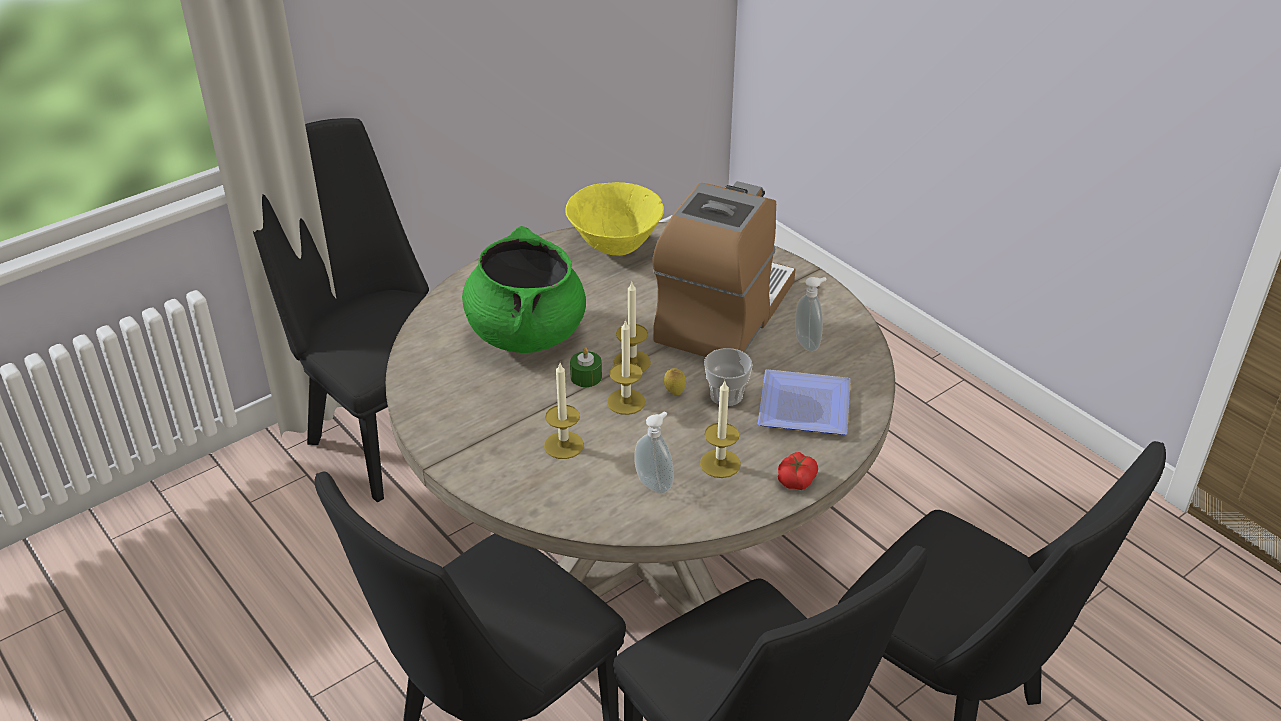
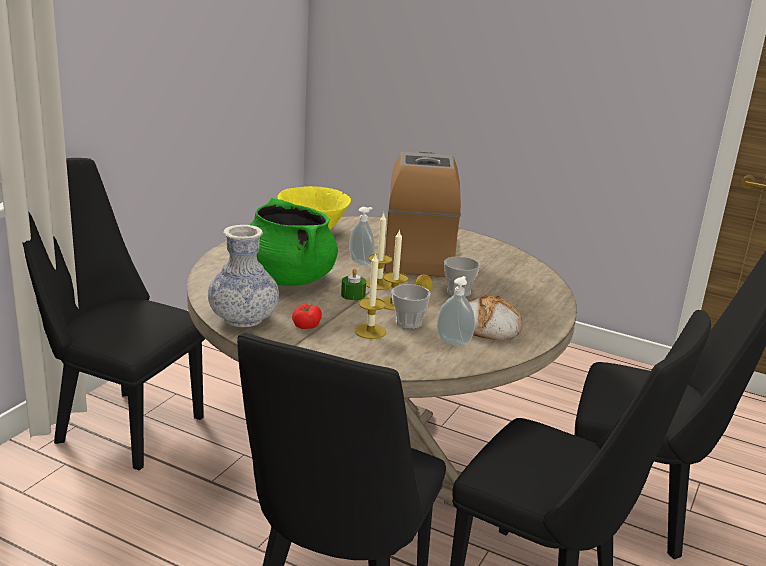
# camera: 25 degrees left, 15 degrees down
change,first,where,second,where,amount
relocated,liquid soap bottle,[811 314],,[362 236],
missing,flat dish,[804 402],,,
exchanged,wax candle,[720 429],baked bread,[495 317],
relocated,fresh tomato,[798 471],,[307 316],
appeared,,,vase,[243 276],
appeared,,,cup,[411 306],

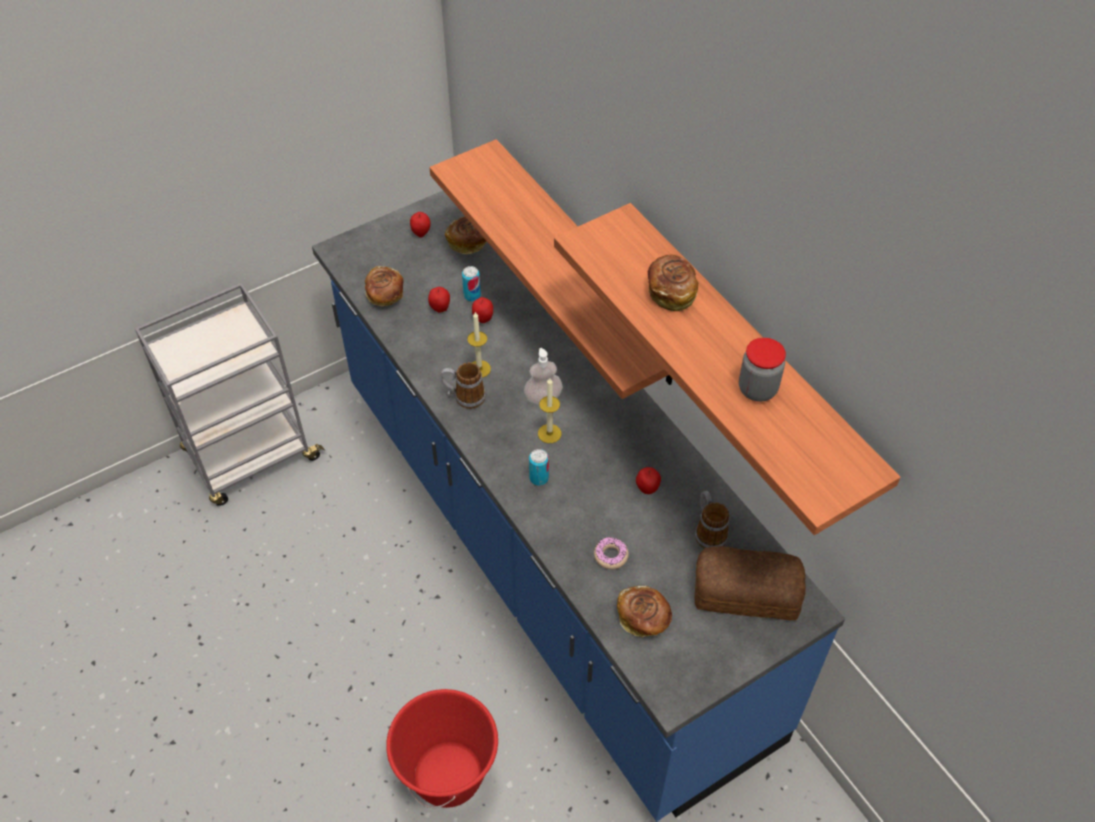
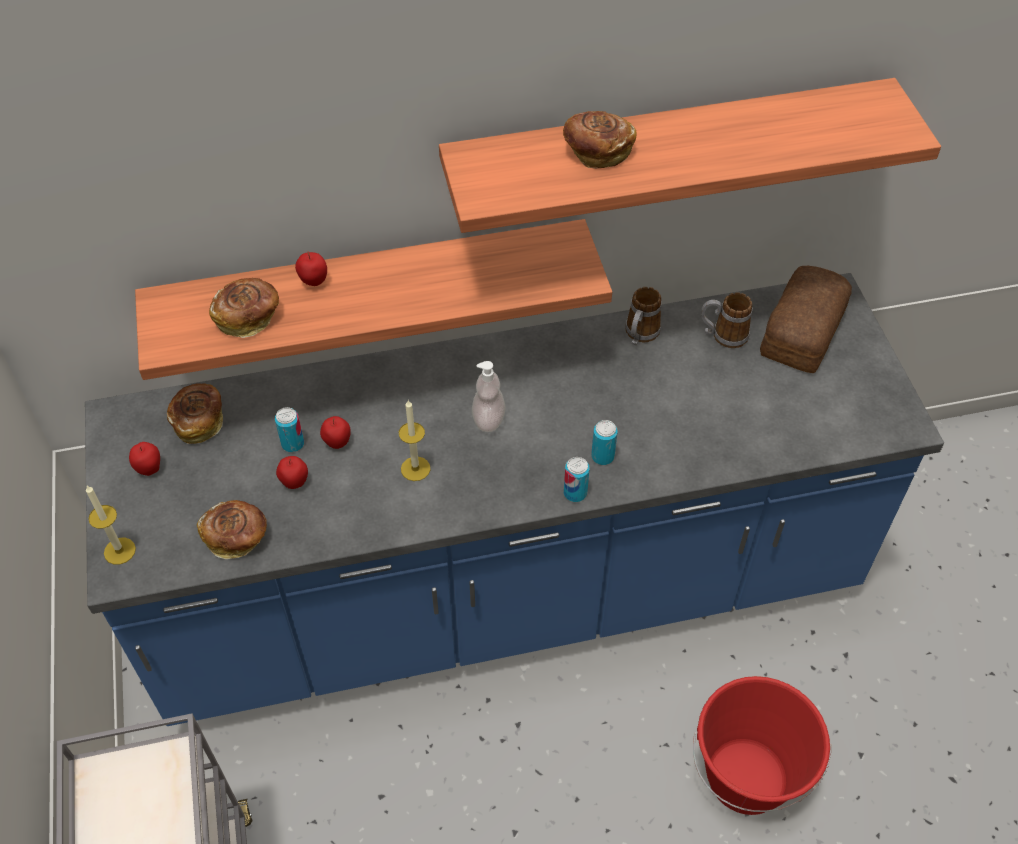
# camera: 70 degrees left, 0 degrees up
change,first,where,second,where,amount
missing,jar,[762 369],,,
relocated,coffee mug,[463 385],,[644 316],
relocated,wax candle,[549 410],,[111 525],
relocated,apple fruit,[648 480],,[311 269],
missing,donut,[611 553],,,
relocated,baked bread,[644 611],,[244 308],
appeared,,,metal can,[577 479],

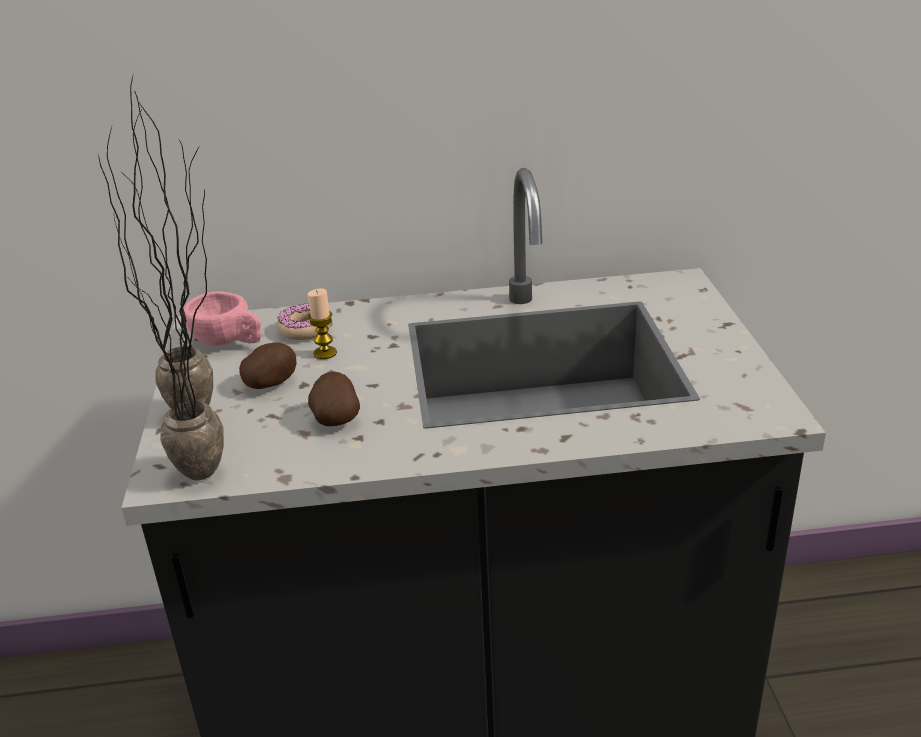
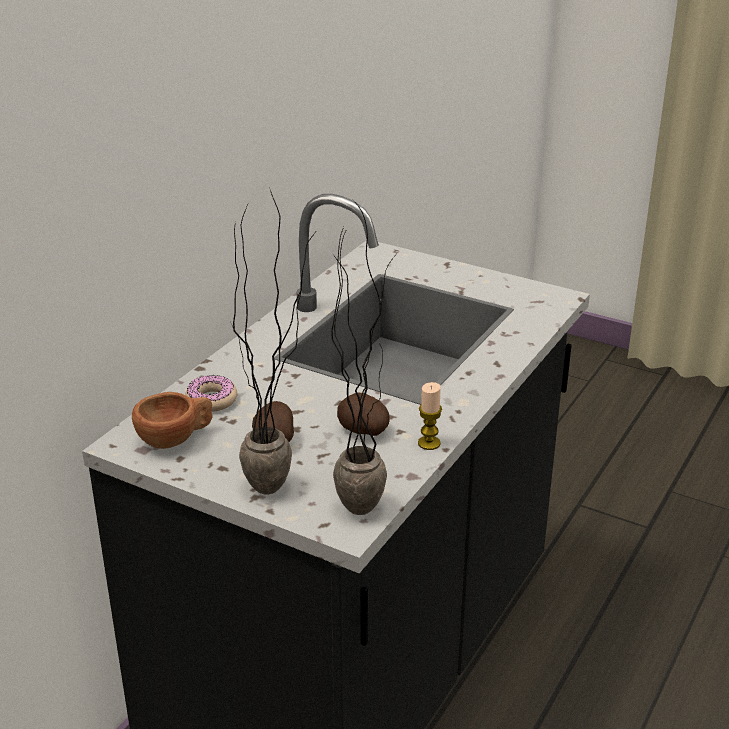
# camera: 55 degrees left, 0 degrees up
change,first,where,second,where,amount
relocated,wax candle,[322 323],,[430 416],
colour,pinkish cup,[222 318],brown cup,[172 420],

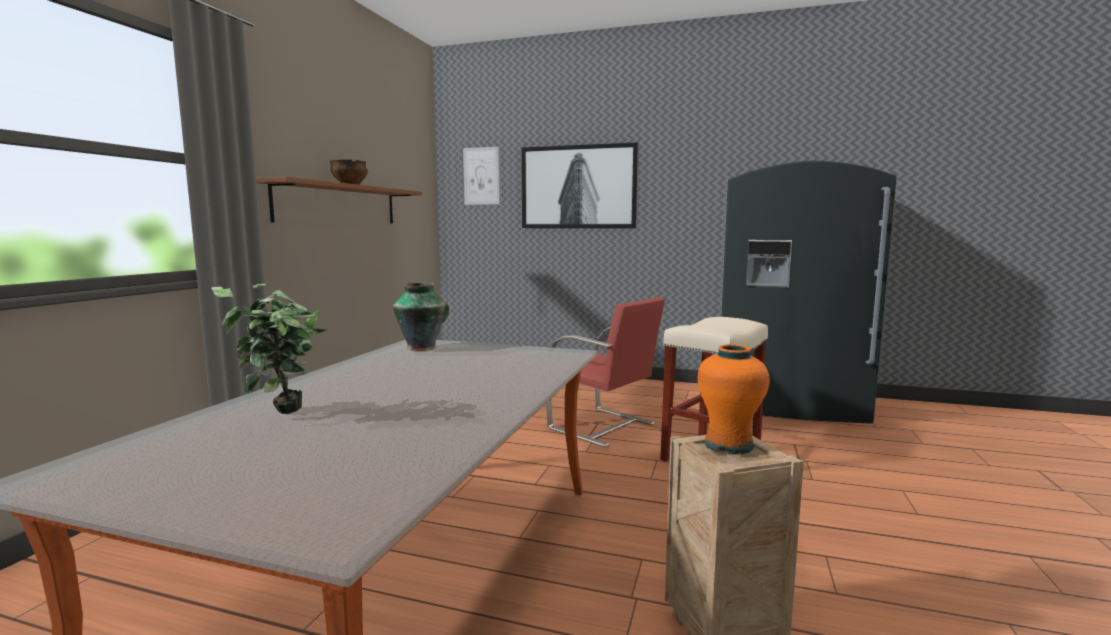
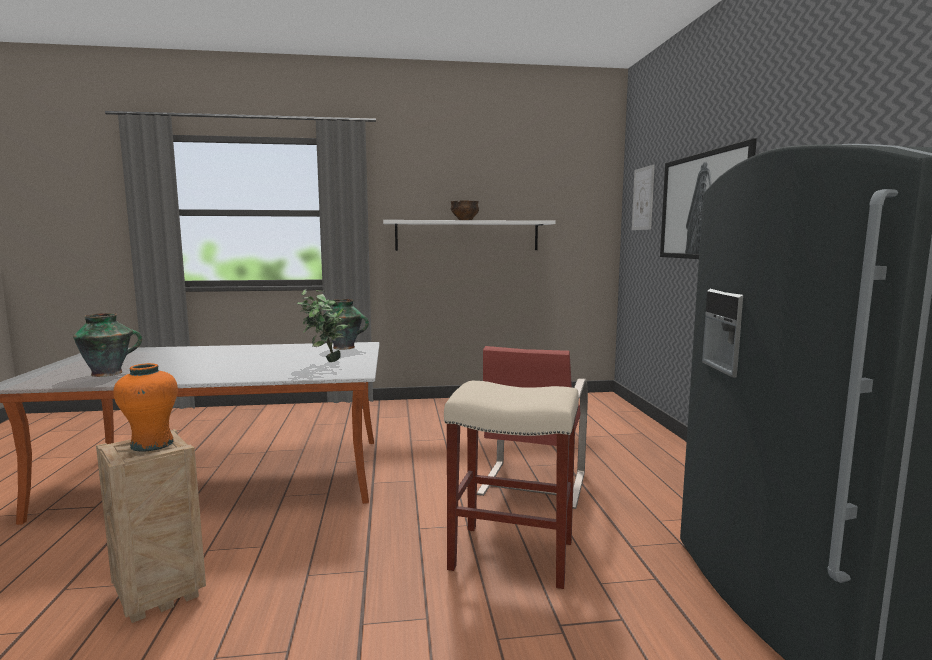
# camera: 65 degrees right, 0 degrees up
change,first,where,second,where,amount
colour,brown bracket shelf,[339 200],white-coloured bracket shelf,[469 235],
relocated,houseplant,[269 348],,[322 325],
appeared,,,vase,[107 345],

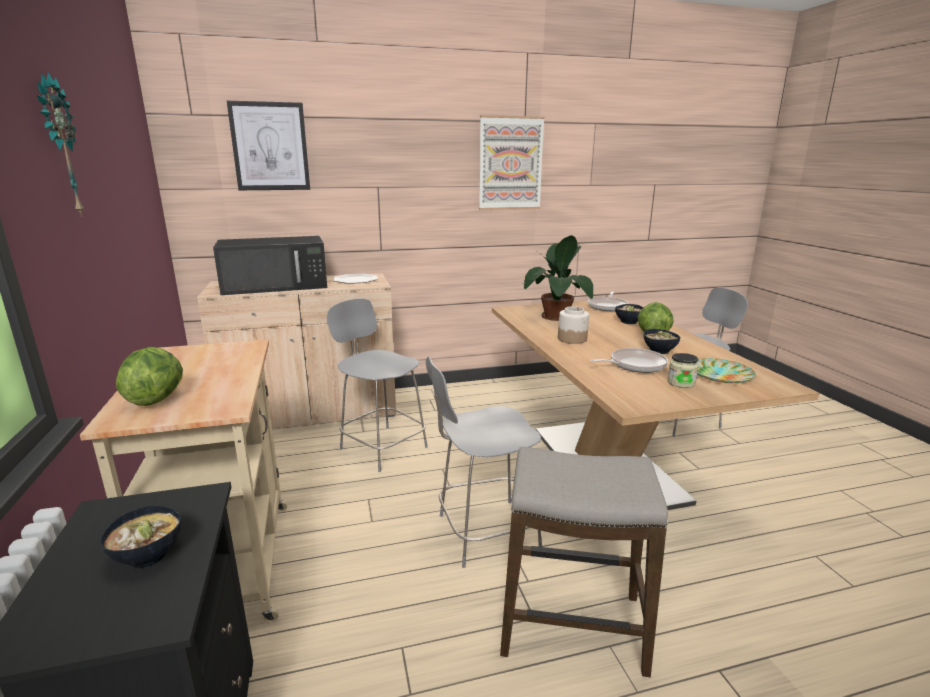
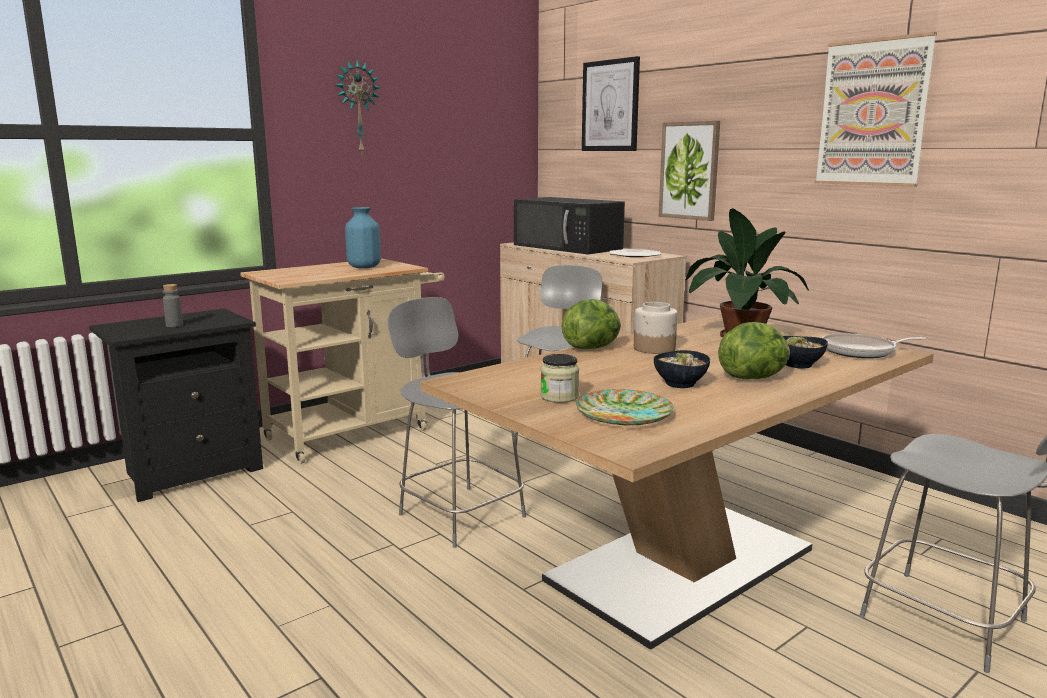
# camera: 65 degrees right, 5 degrees down
change,first,where,second,where,amount
relocated,lettuce,[149 376],,[591 324],
missing,skillet,[629 360],,,
missing,sitting stool,[584 562],,,
exchanged,bowl,[140 537],gray beverage bottle,[173 305],
appeared,,,wall art,[689 171],
appeared,,,blue vase,[363 237],

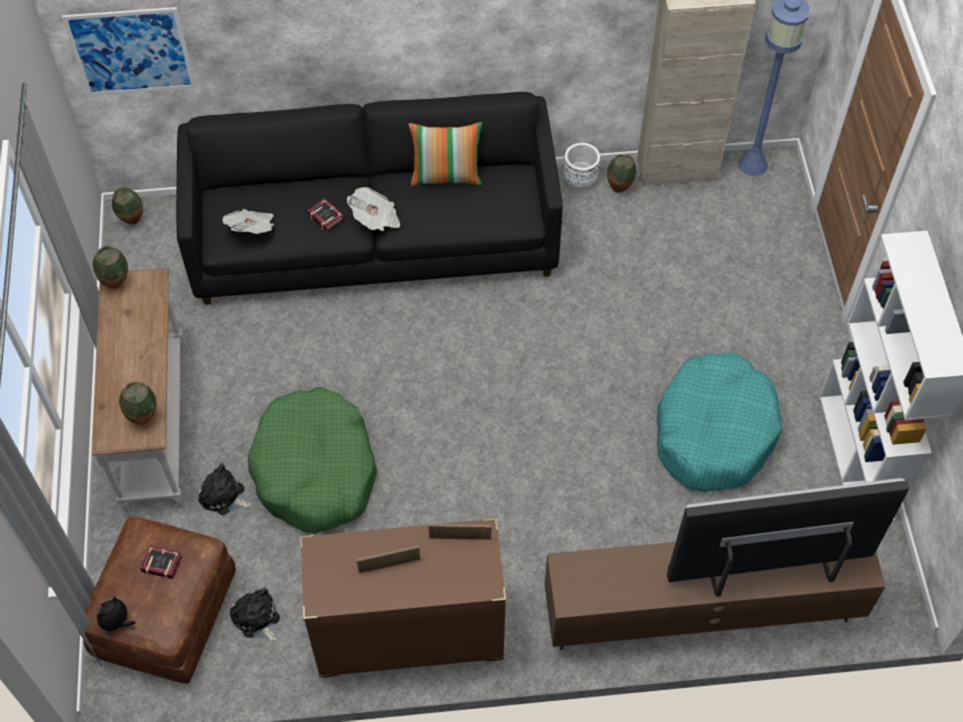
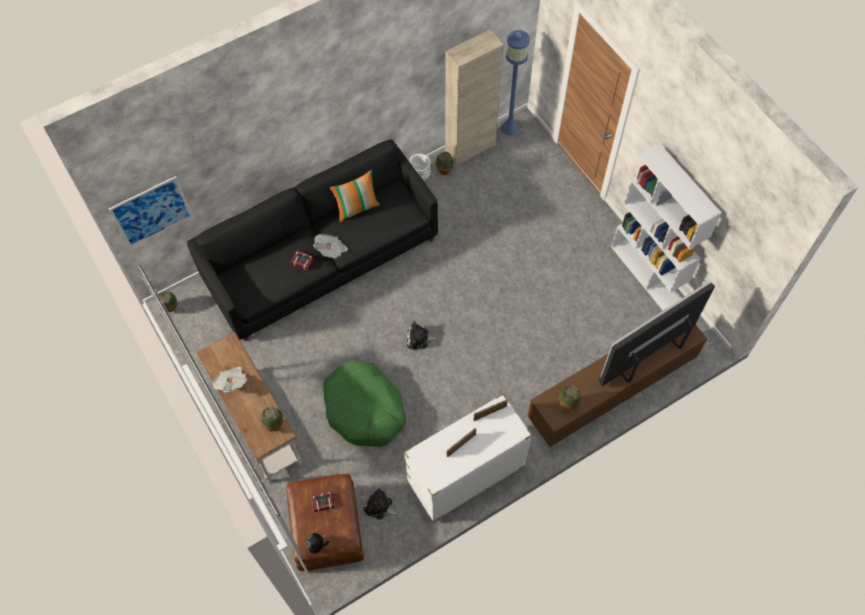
# camera: 25 degrees left, 5 degrees up
change,first,where,second,where,amount
relocated,daily paper,[248 221],,[230 379],
relocated,vase,[110 267],,[570 398],
missing,turquoise-coloured dog cushion,[719 422],,,
relocated,cuddly toy,[225 489],,[422 335],
colour,brown dresser,[403 598],white-coloured dresser,[468 458],

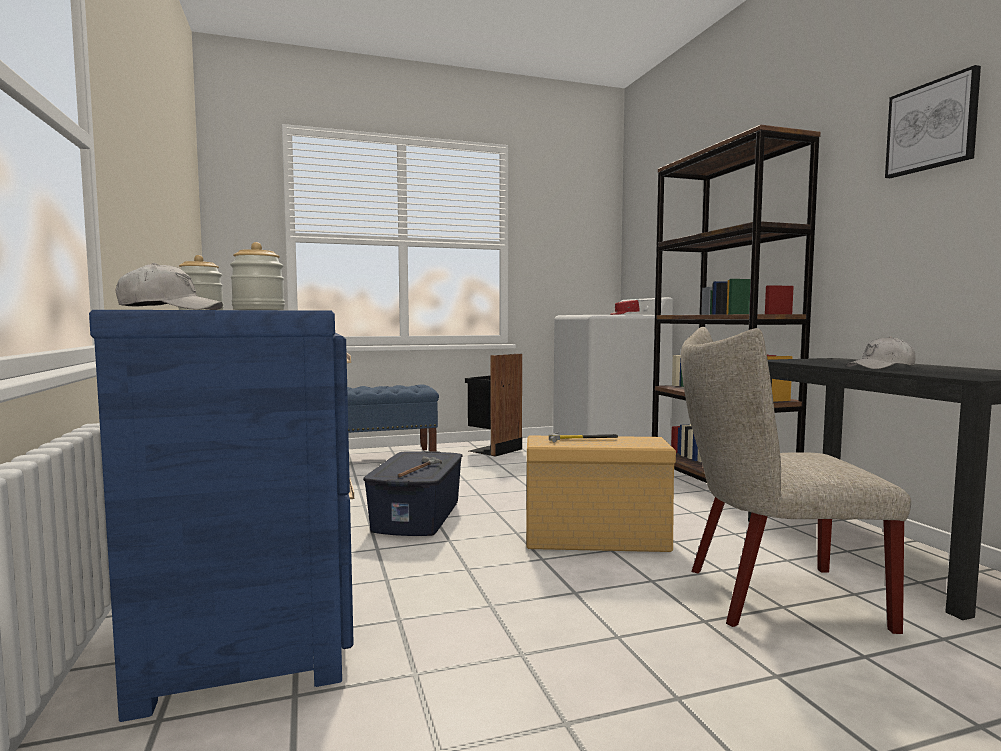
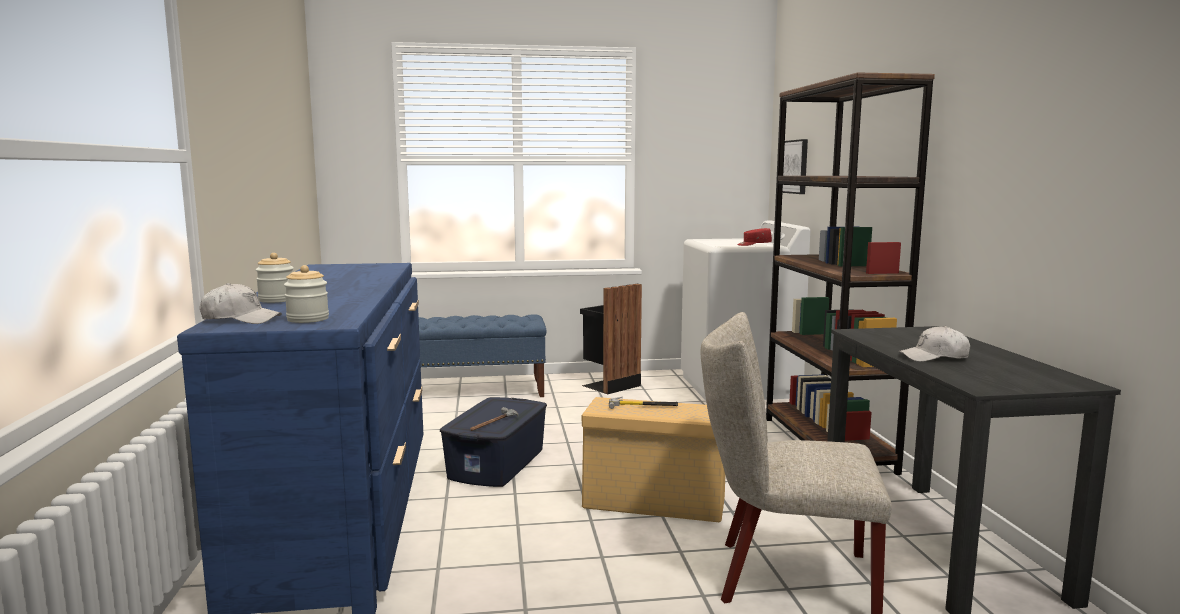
# camera: 10 degrees right, 5 degrees up
change,first,where,second,where,amount
relocated,wall art,[933 121],,[795 166],

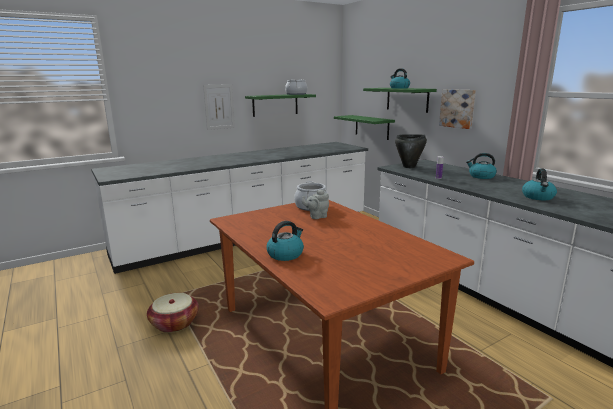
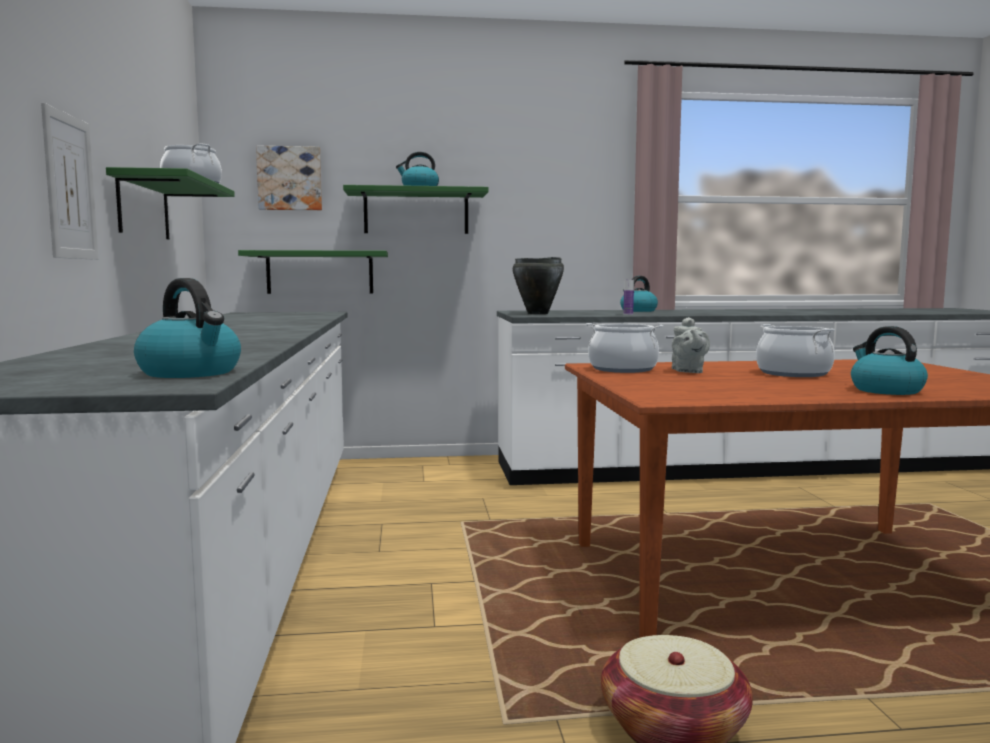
# camera: 65 degrees left, 10 degrees down
change,first,where,second,where,amount
relocated,wall art,[457 109],,[289 178],
relocated,kettle,[539 184],,[187 328],
appeared,,,cooking pot,[795 350],

